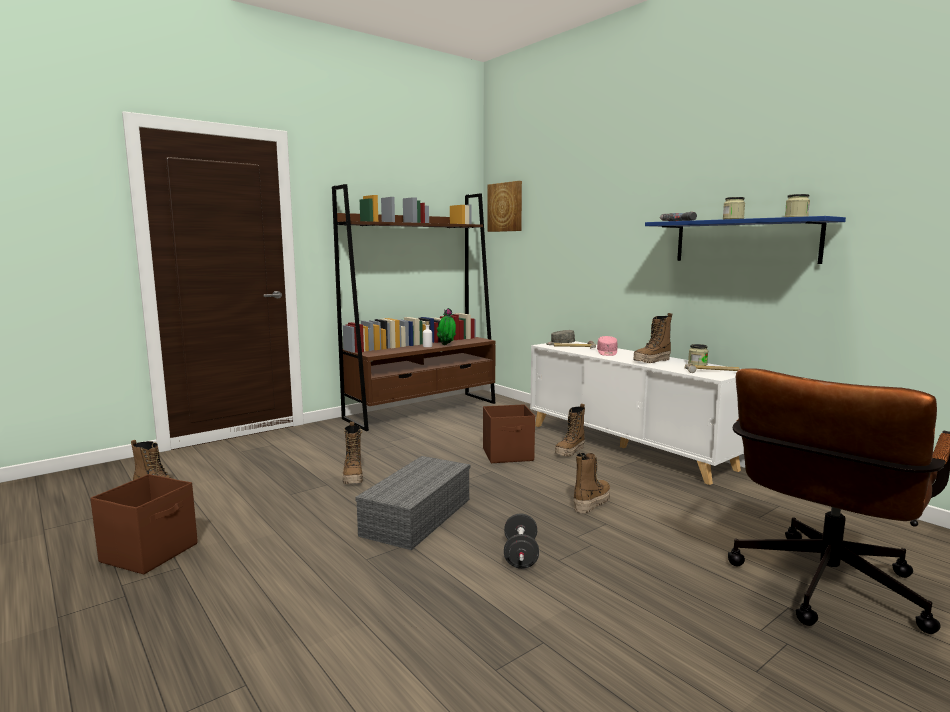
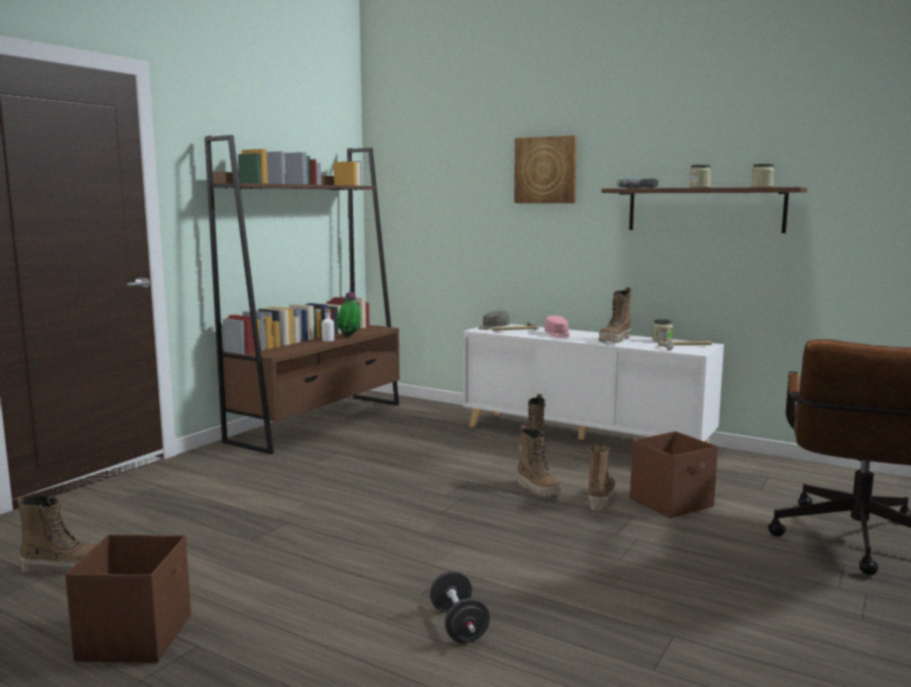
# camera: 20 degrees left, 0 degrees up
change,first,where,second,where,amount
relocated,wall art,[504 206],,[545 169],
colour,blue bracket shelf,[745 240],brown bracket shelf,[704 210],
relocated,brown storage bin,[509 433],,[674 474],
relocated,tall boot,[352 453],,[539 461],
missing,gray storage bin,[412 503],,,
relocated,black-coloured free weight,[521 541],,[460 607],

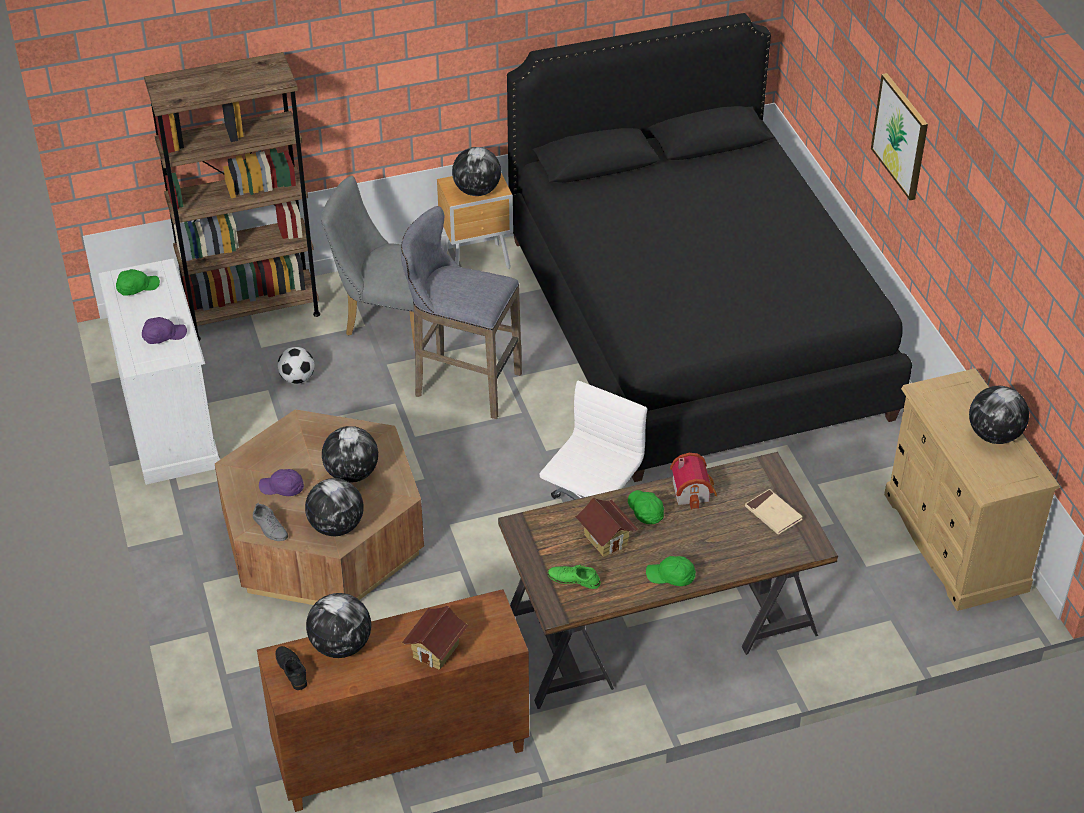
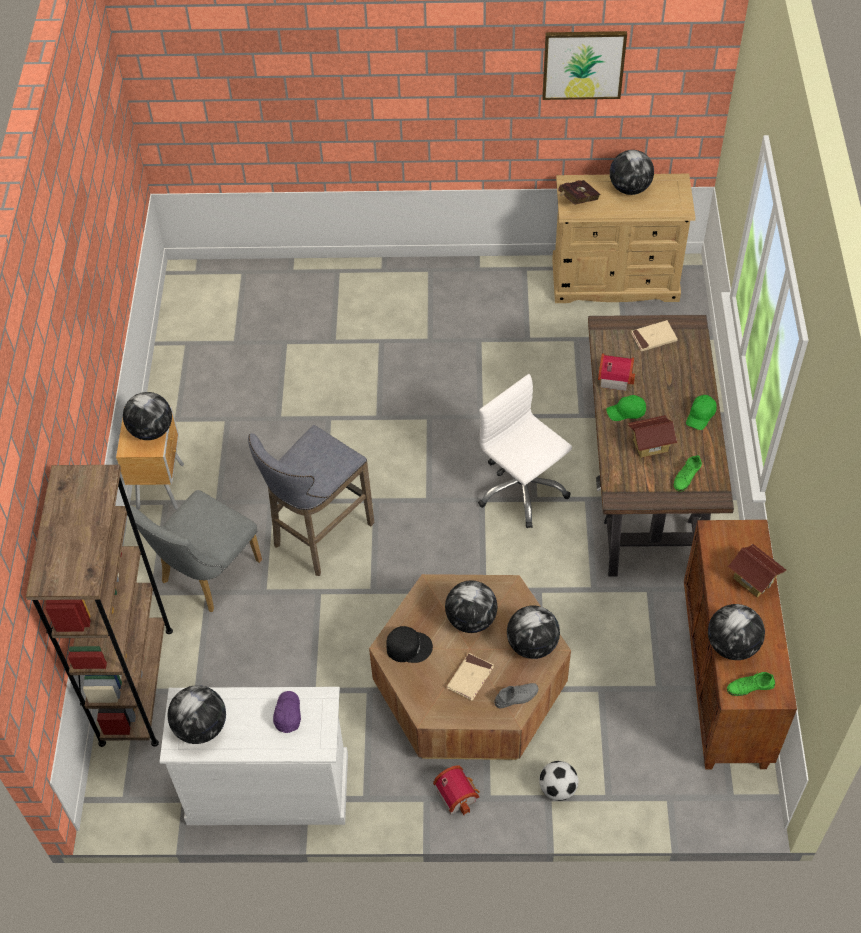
# camera: 70 degrees left, 10 degrees up
change,first,where,second,where,amount
missing,black-coloured bed,[709 247],,,
relocated,wall art,[899 136],,[584 65],
exchanged,green baseball cap,[138 282],globe,[196 714],
relocated,football,[296 365],,[558 781],
exchanged,purple baseball cap,[281 482],sand-coloured book,[470 677],
colour,black-coloured shoe,[291 668],green shoe,[751 684],
appeared,,,reddish book,[579 192],
appeared,,,black-coloured baseball cap,[409 644],
appeared,,,miniature house,[456 790],

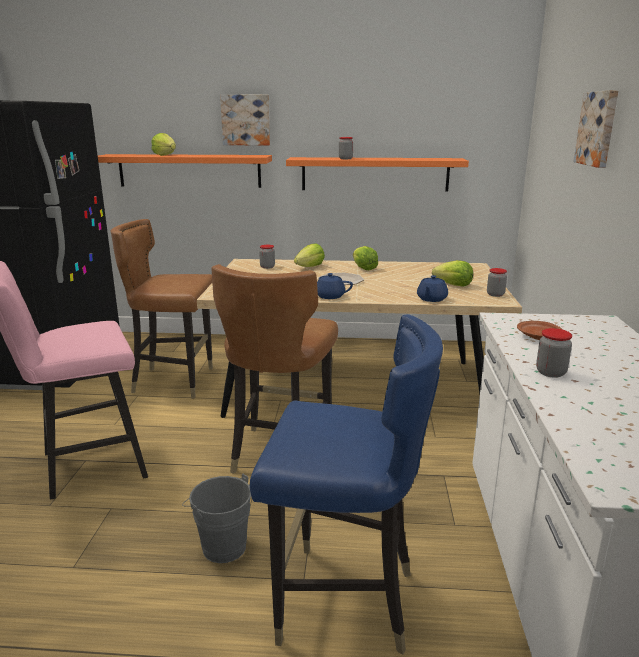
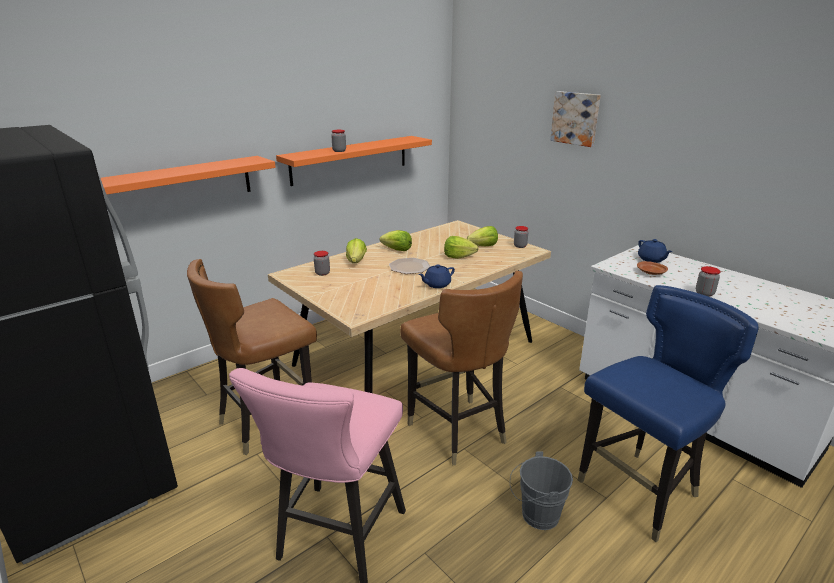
# camera: 45 degrees left, 5 degrees up
change,first,where,second,where,amount
missing,wall art,[245 120],,,
relocated,lettuce,[163 144],,[461 247],
relocated,blue tea pot,[432 288],,[655 251],

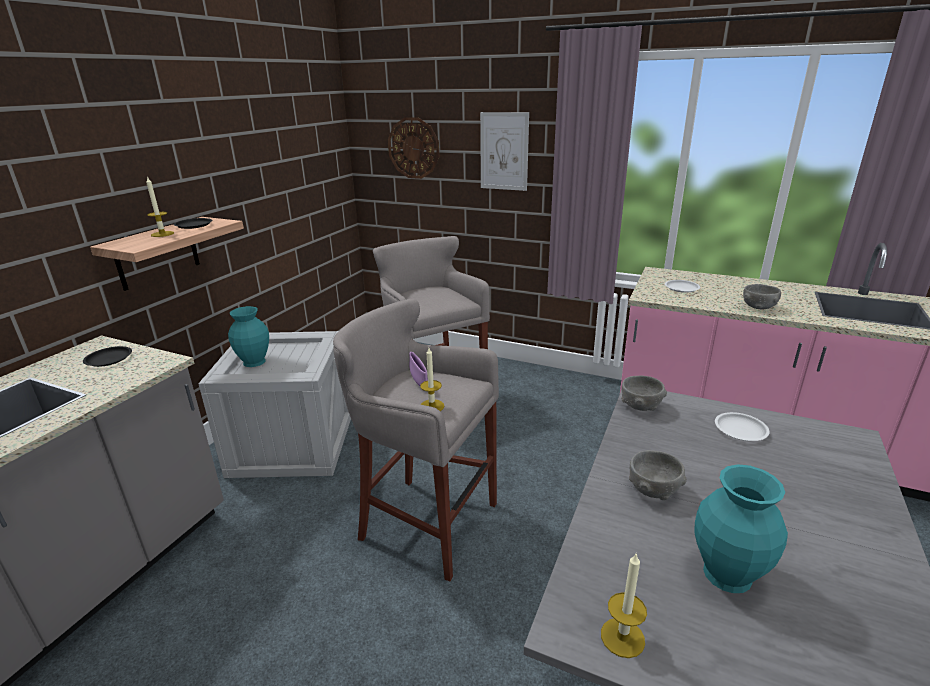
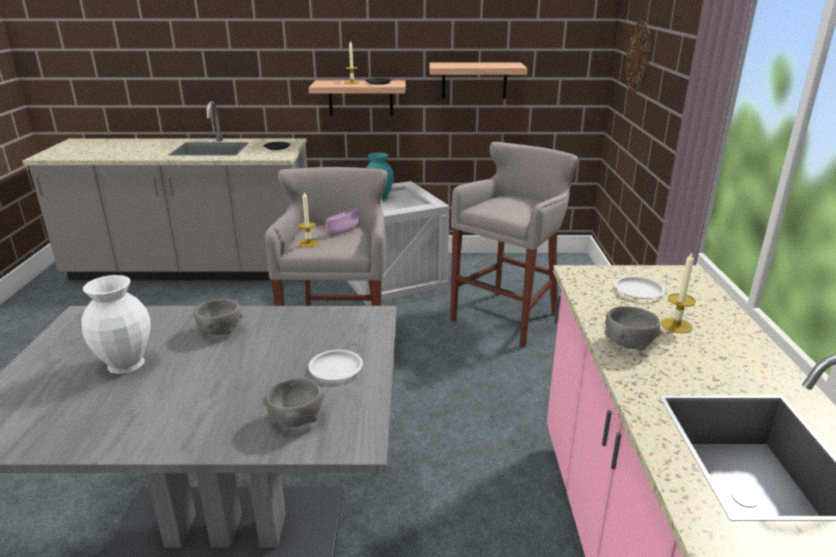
# camera: 65 degrees right, 0 degrees up
change,first,where,second,where,amount
missing,wall art,[504 151],,,
relocated,gray bowl,[644 393],,[293 402],
colour,turquoise-coloured vase,[741 528],white-coloured vase,[116 324],
relocated,wax candle,[624 606],,[678 292],
appeared,,,bracket shelf,[478 80],

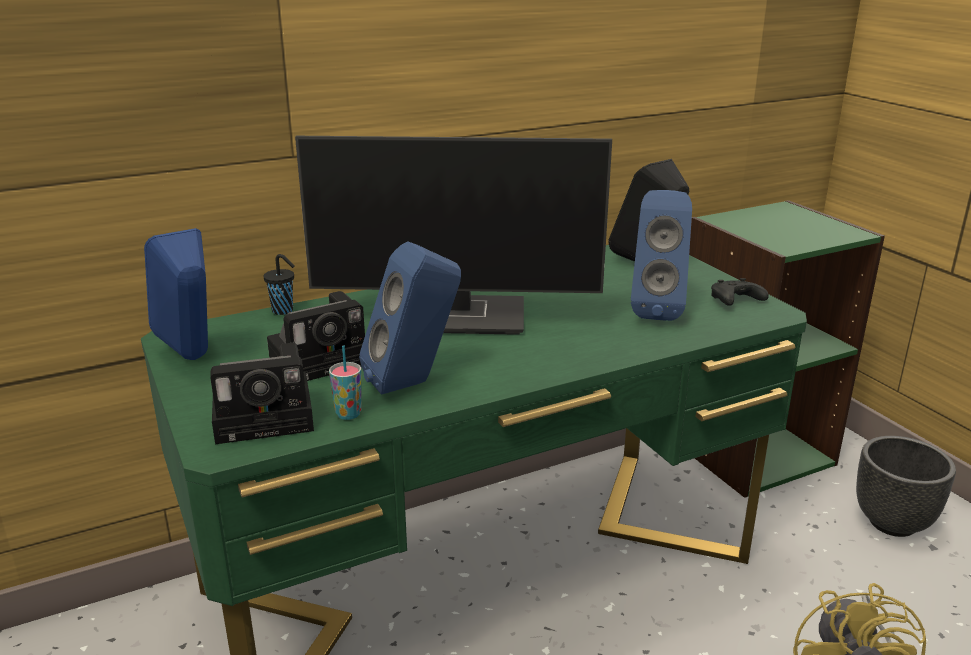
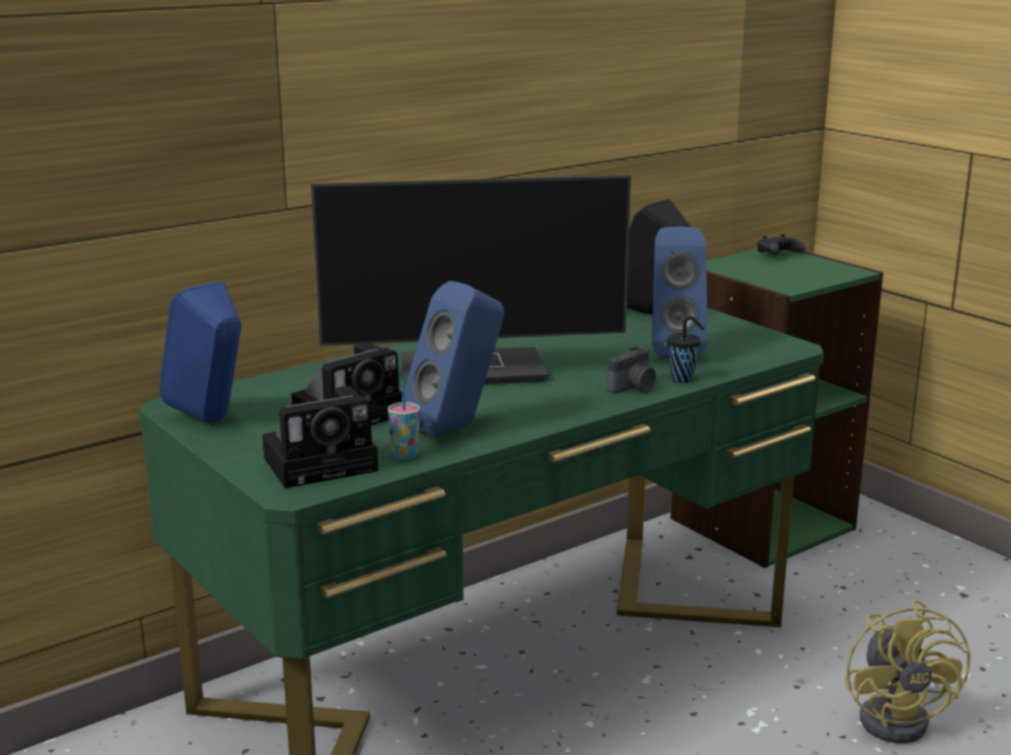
# camera: 10 degrees left, 5 degrees down
change,first,where,second,where,amount
relocated,black-coloured cup,[278 284],,[686 349],
relocated,black-coloured gamepad,[740 292],,[781 244],
missing,black-coloured planter,[906 486],,,
appeared,,,still camera,[631 370],

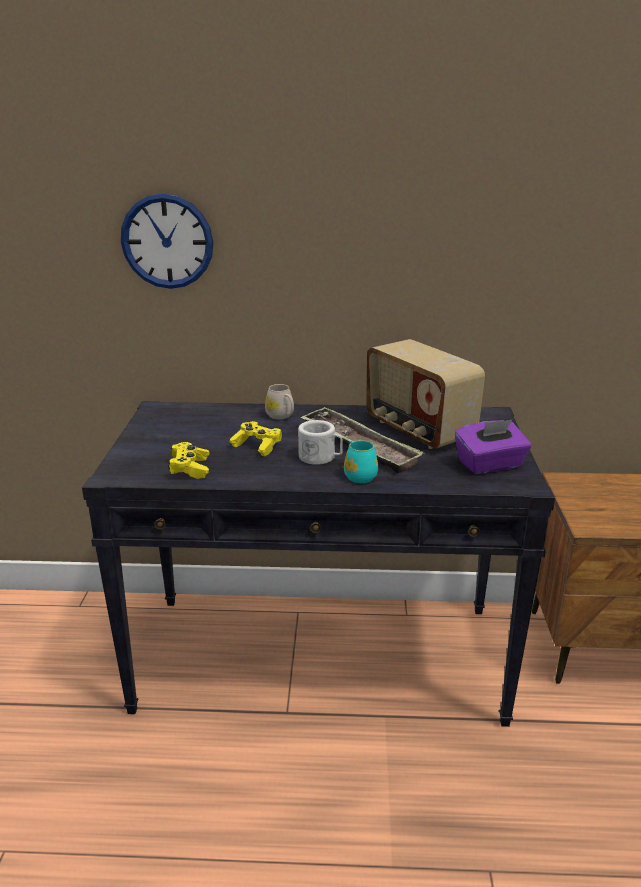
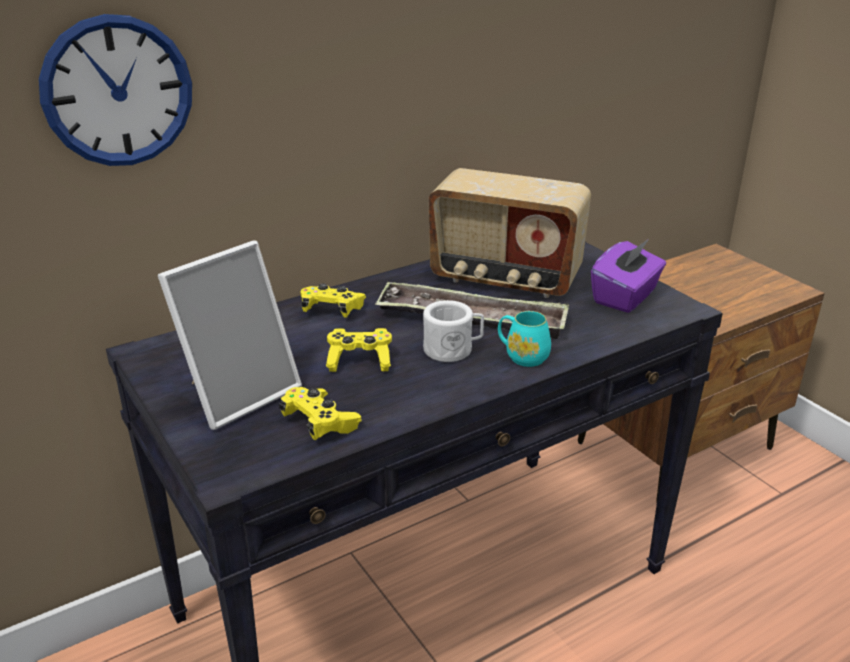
# camera: 35 degrees left, 5 degrees up
change,first,where,second,where,amount
exchanged,white-coloured coffee mug,[279 401],yellow-coloured gamepad,[333 300],
appeared,,,photo frame,[230 335],

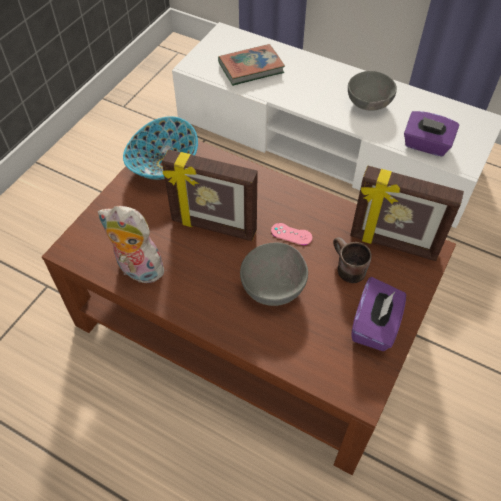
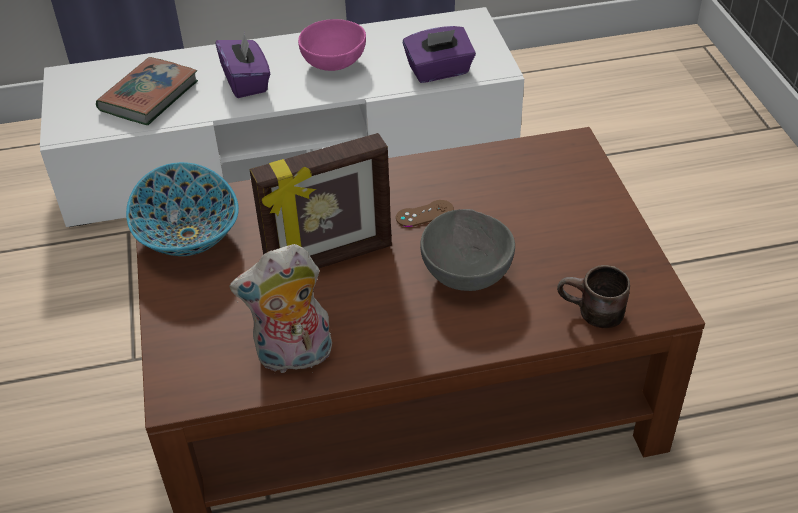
# camera: 40 degrees left, 10 degrees down
change,first,where,second,where,amount
colour,gray bowl,[372 91],pinkish bowl,[332 45],
missing,photo frame,[407 213],,,
colour,pinkish gamepad,[291 234],brown gamepad,[425 213],
relocated,brown coffee mug,[352 260],,[593 297],
relocated,purple tissue holder,[378 314],,[242 65],

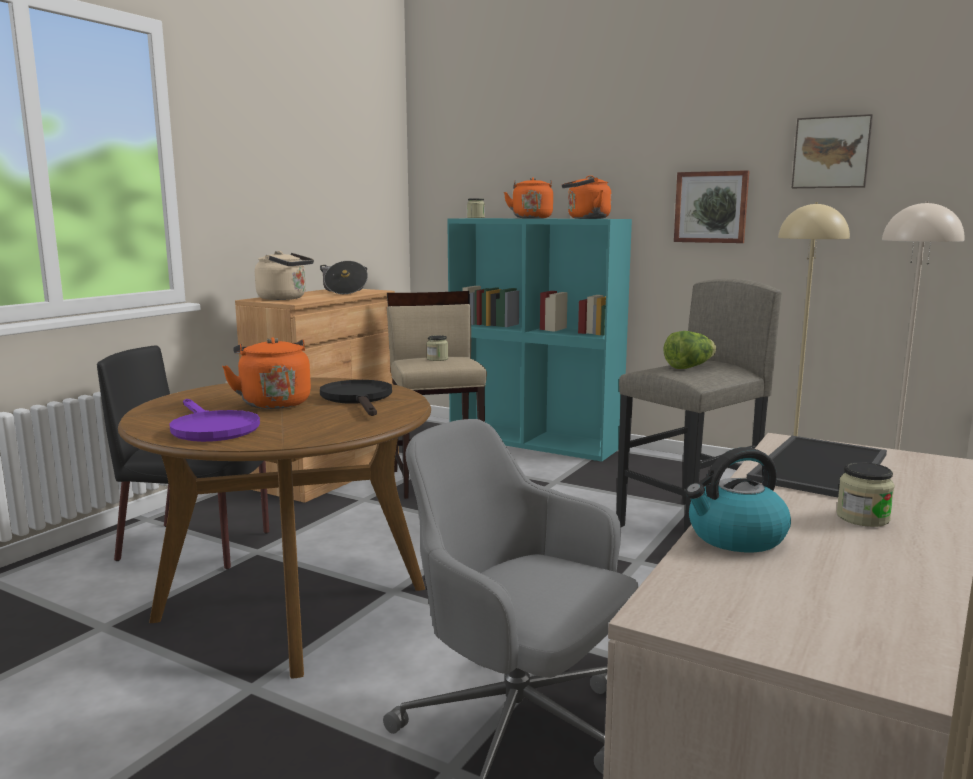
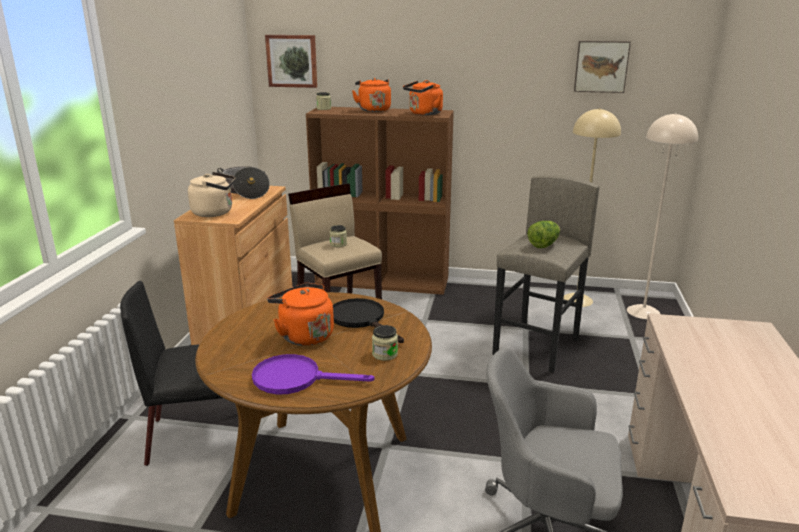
# camera: 20 degrees left, 10 degrees up
change,first,where,second,where,amount
relocated,wall art,[712 206],,[291 61],
colour,turquoise-coloured bookshelf,[539 339],brown bookshelf,[380 201],
spun,purple skillet,[214 420],,[313 374],150 degrees clockwise
missing,tray,[817 466],,,
missing,kettle,[738 499],,,
relocated,jar,[866 494],,[385 343],

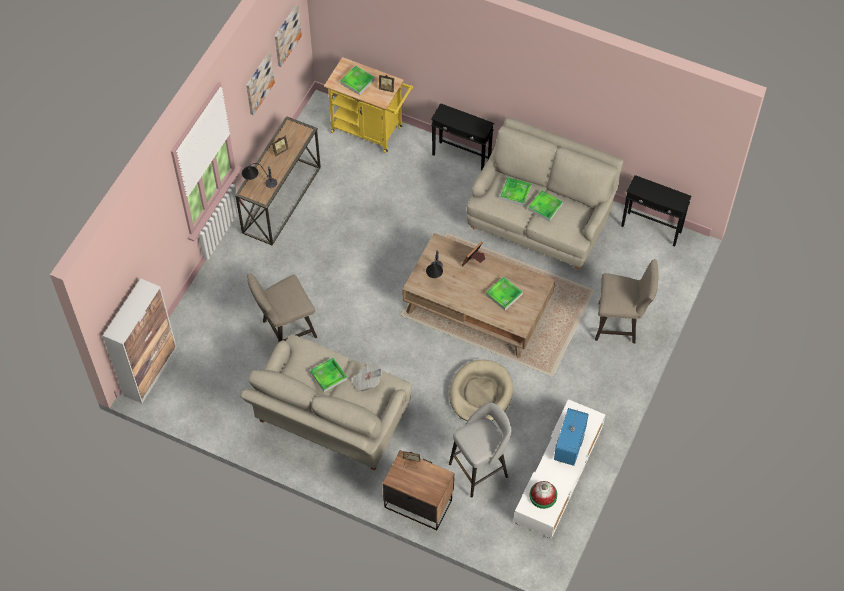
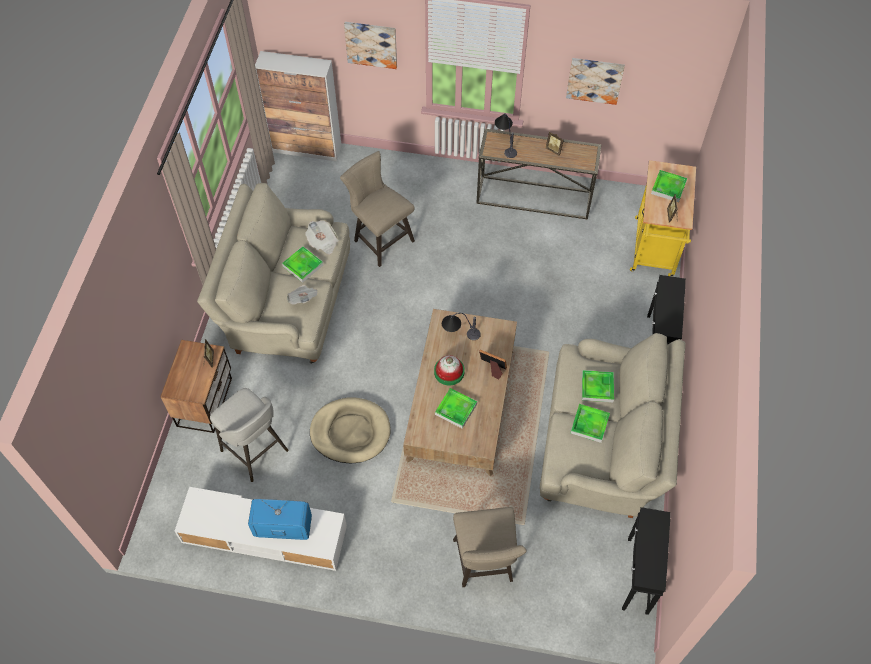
# camera: 75 degrees right, 0 degrees up
change,first,where,second,where,amount
relocated,wall art,[288 36],,[370 45],
relocated,hat,[543 495],,[449 370],
appeared,,,daily paper,[322 237],

